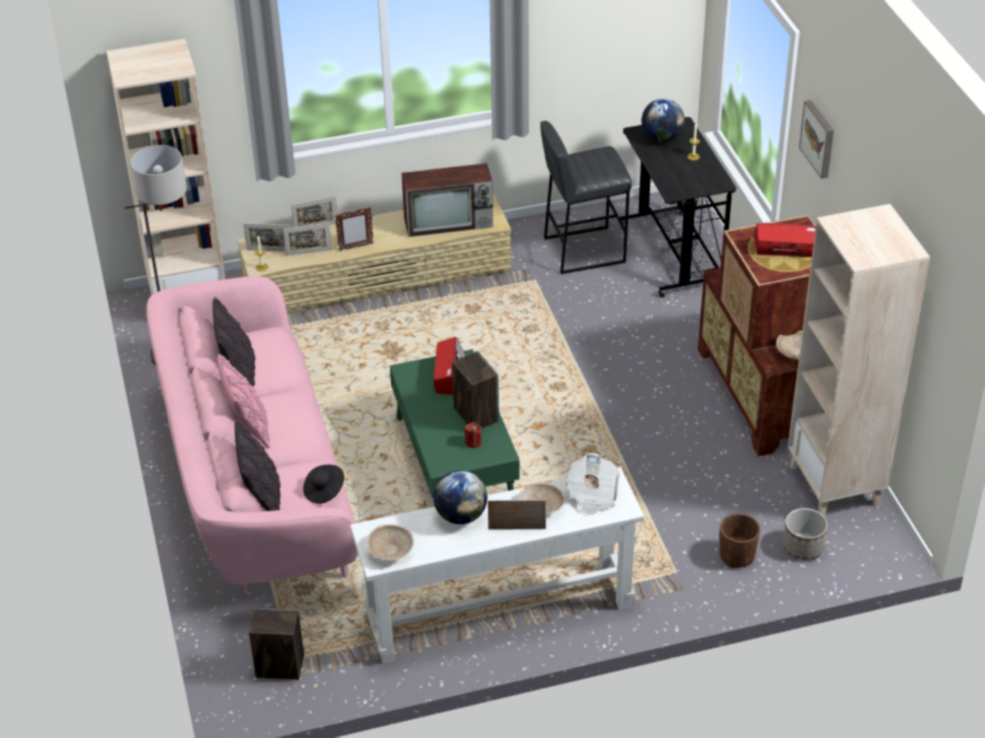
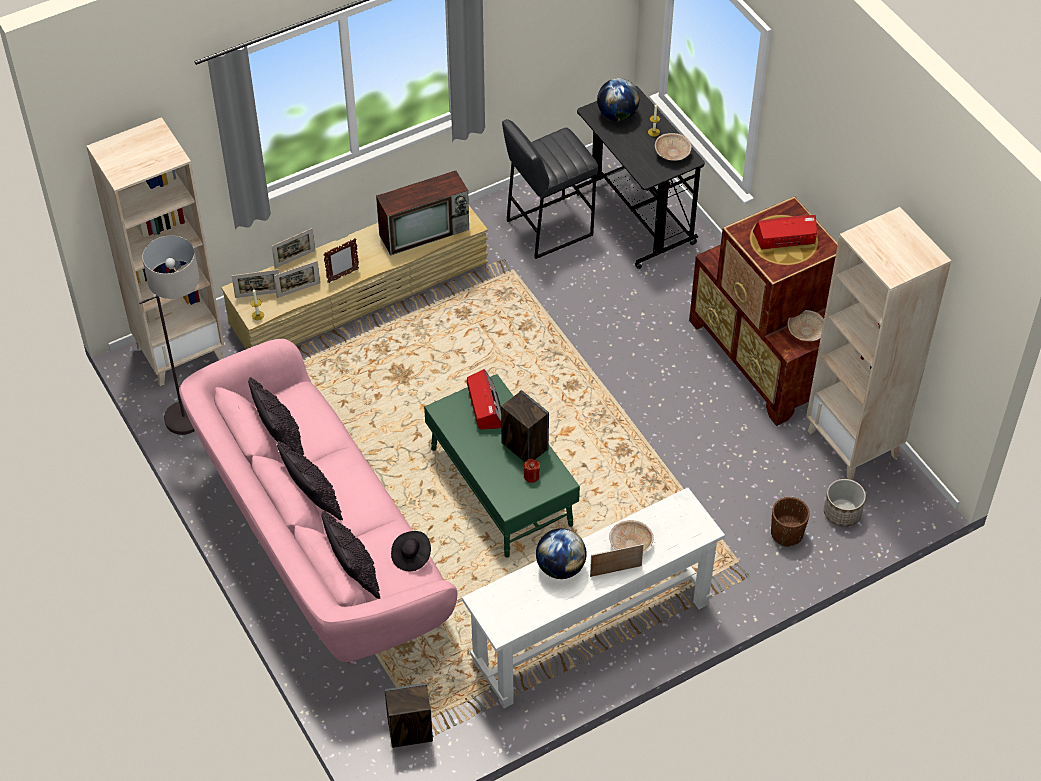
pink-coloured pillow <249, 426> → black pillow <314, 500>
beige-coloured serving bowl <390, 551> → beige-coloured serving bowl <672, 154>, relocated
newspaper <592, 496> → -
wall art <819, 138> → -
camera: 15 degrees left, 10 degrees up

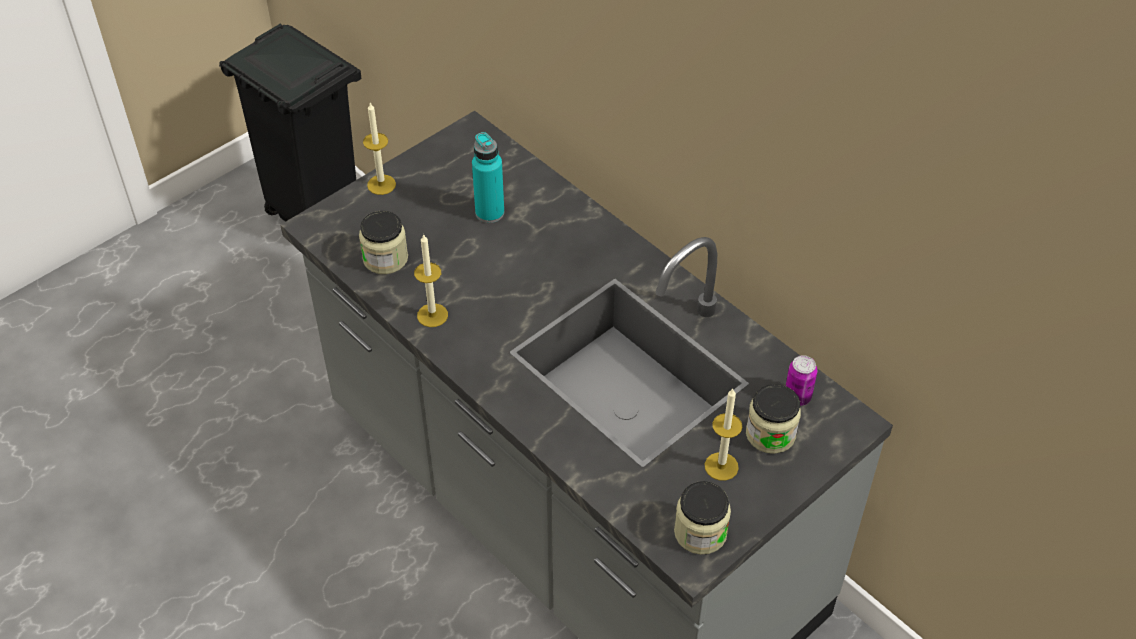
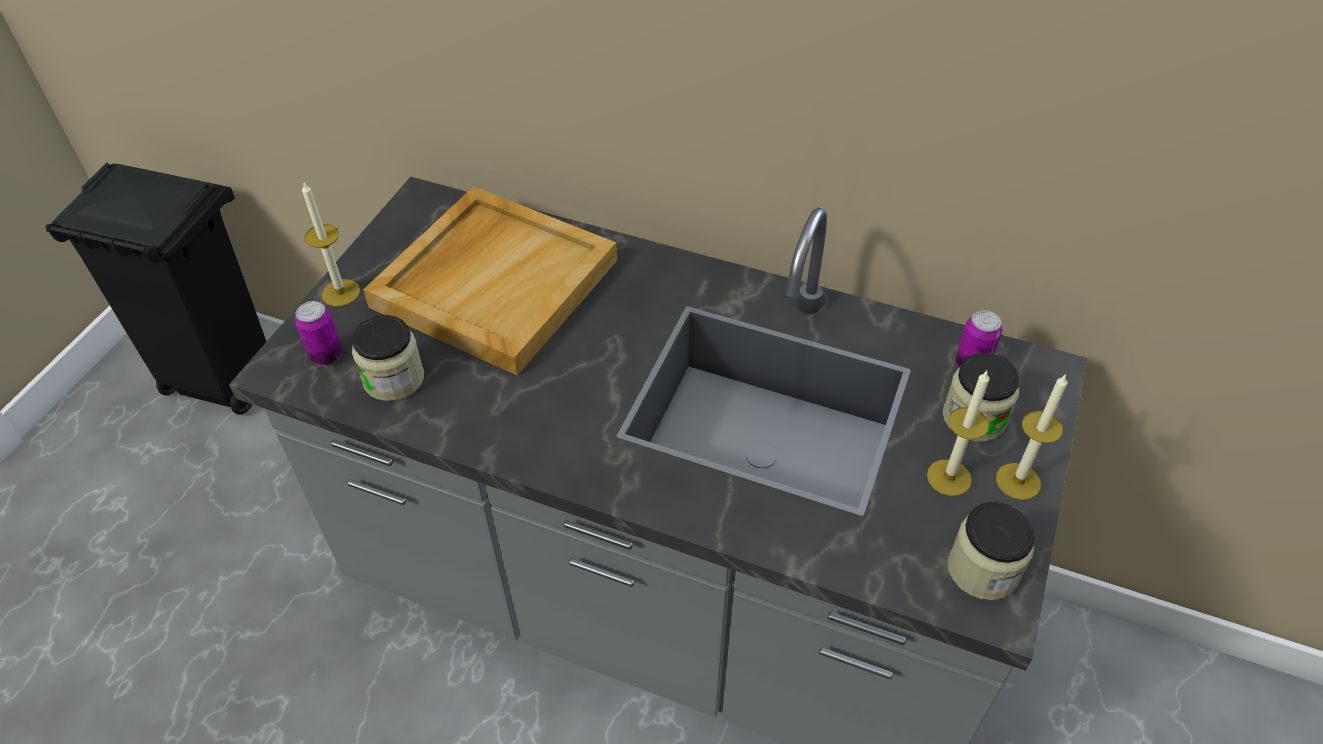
- → metal can <326, 355>
turquoise drink bottle <489, 213> → beige-coloured carrying tray <495, 282>
wax candle <432, 315> → wax candle <1018, 481>, relocated
camera: 25 degrees left, 0 degrees up

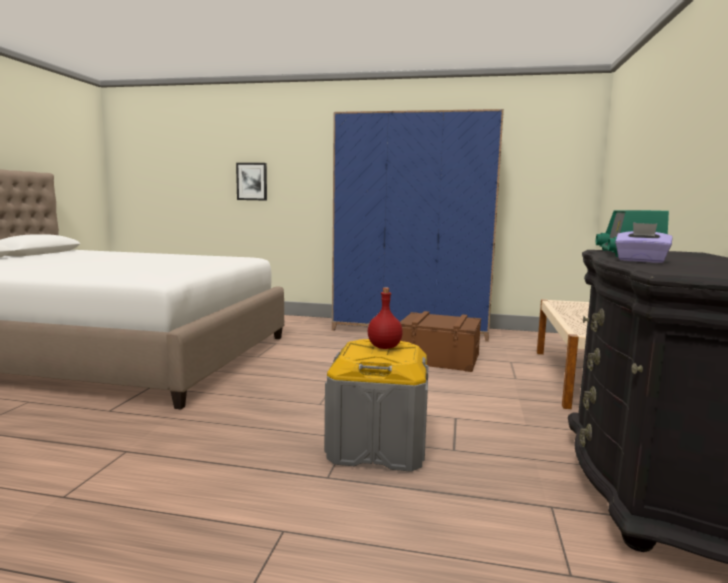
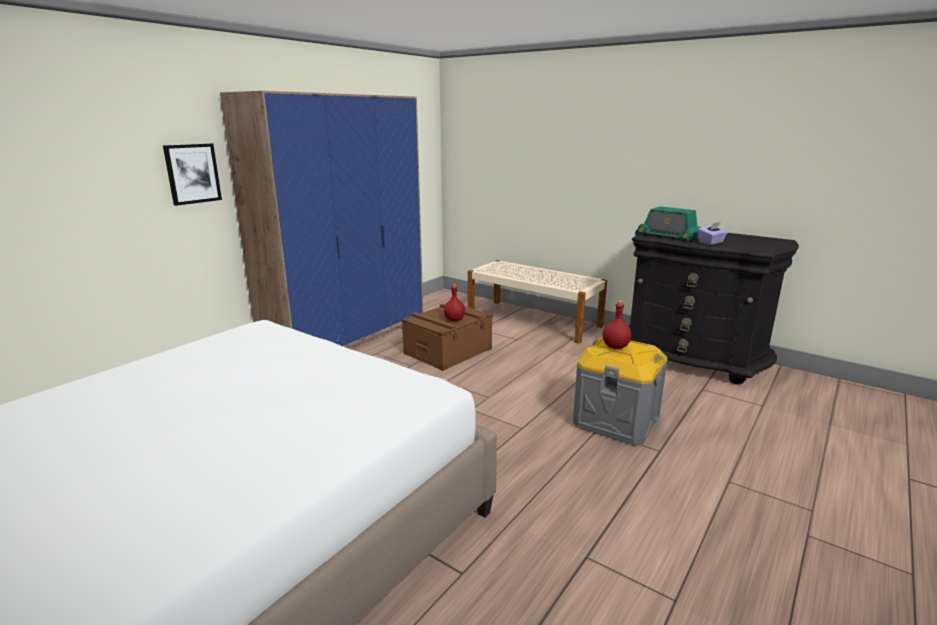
wall art <252, 181> → wall art <192, 173>, relocated
- → reddish drink bottle <454, 319>
camera: 65 degrees left, 10 degrees up

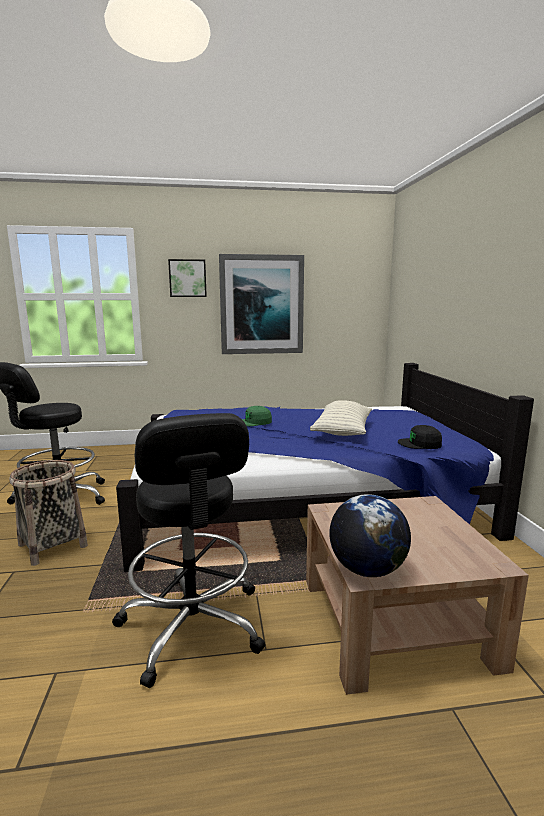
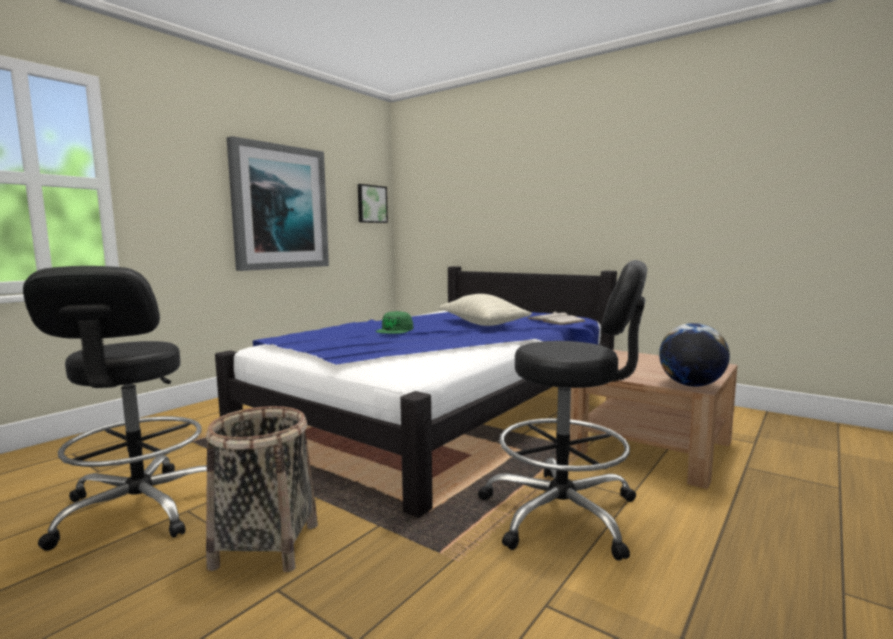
wall art <187, 278> → wall art <371, 204>, relocated
black baseball cap <420, 444> → white-coloured volume <556, 320>
camera: 45 degrees left, 5 degrees down

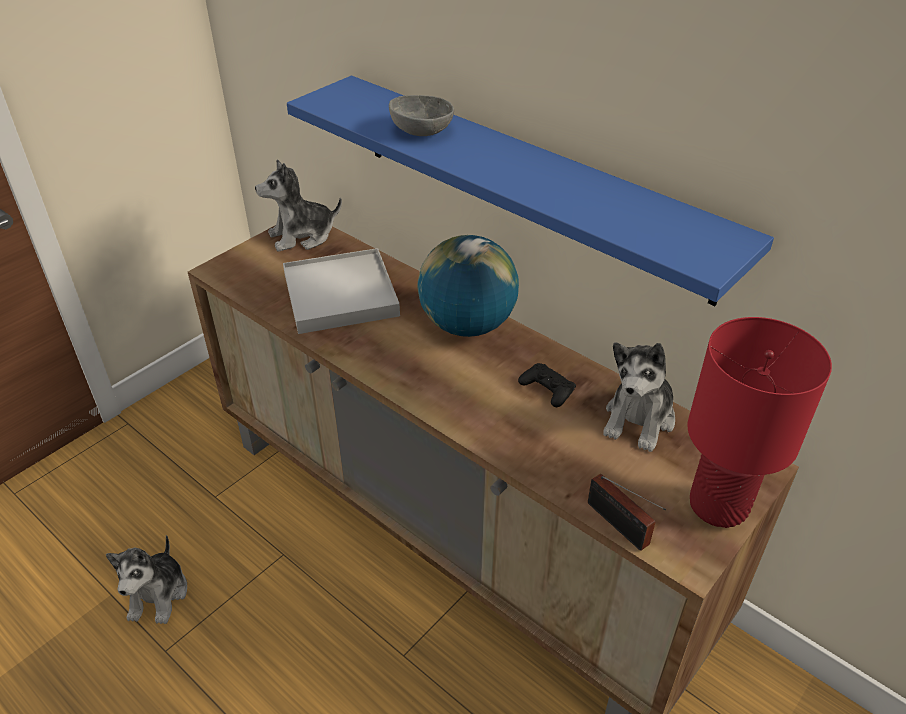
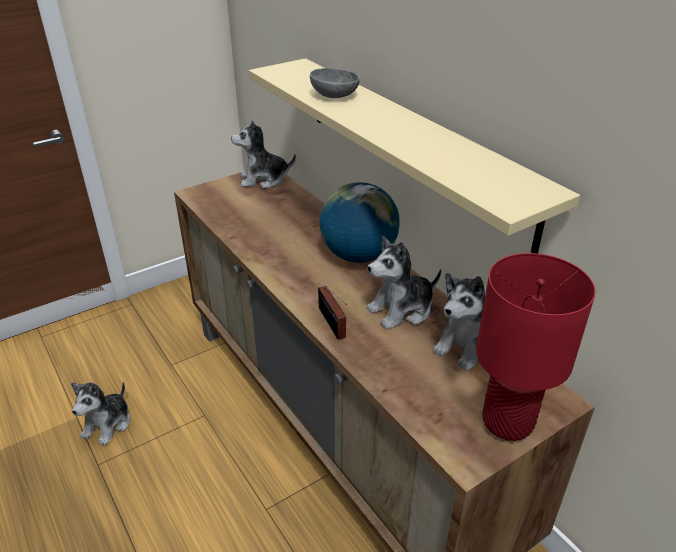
blue bracket shelf <527, 183> → beige-coloured bracket shelf <411, 144>
radio set <620, 527> → radio set <332, 324>, relocated
black joypad <547, 389> → cuddly toy <401, 310>
white-coloured carrying tray <341, 295> → -
camera: 15 degrees right, 5 degrees down

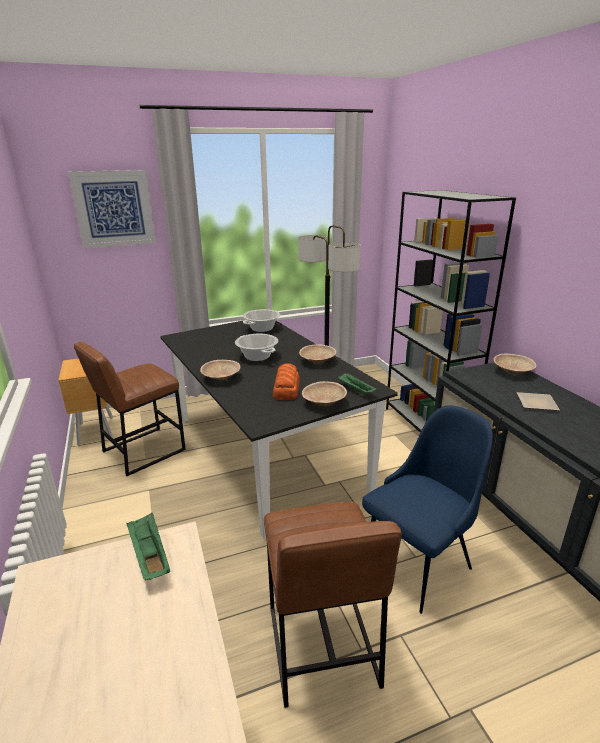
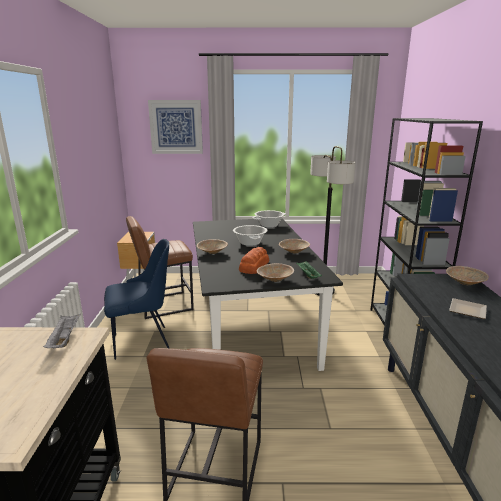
greenish carrying tray <149, 556> → grey carrying tray <64, 339>
blue chair <418, 566> → blue chair <142, 342>, relocated
camera: 20 degrees right, 5 degrees down

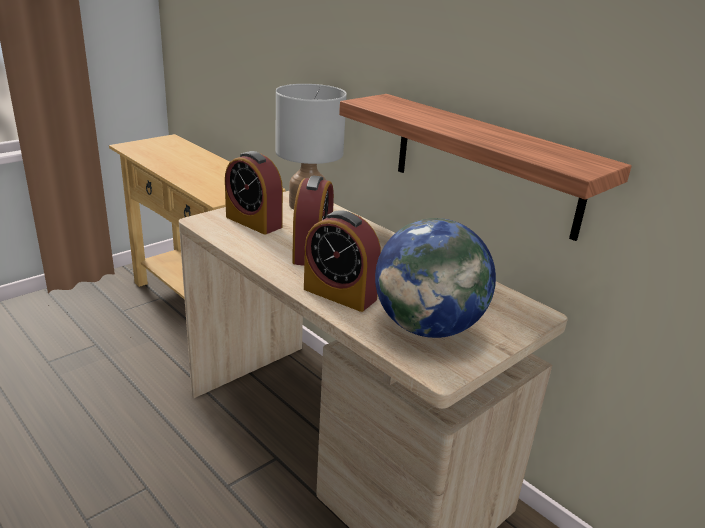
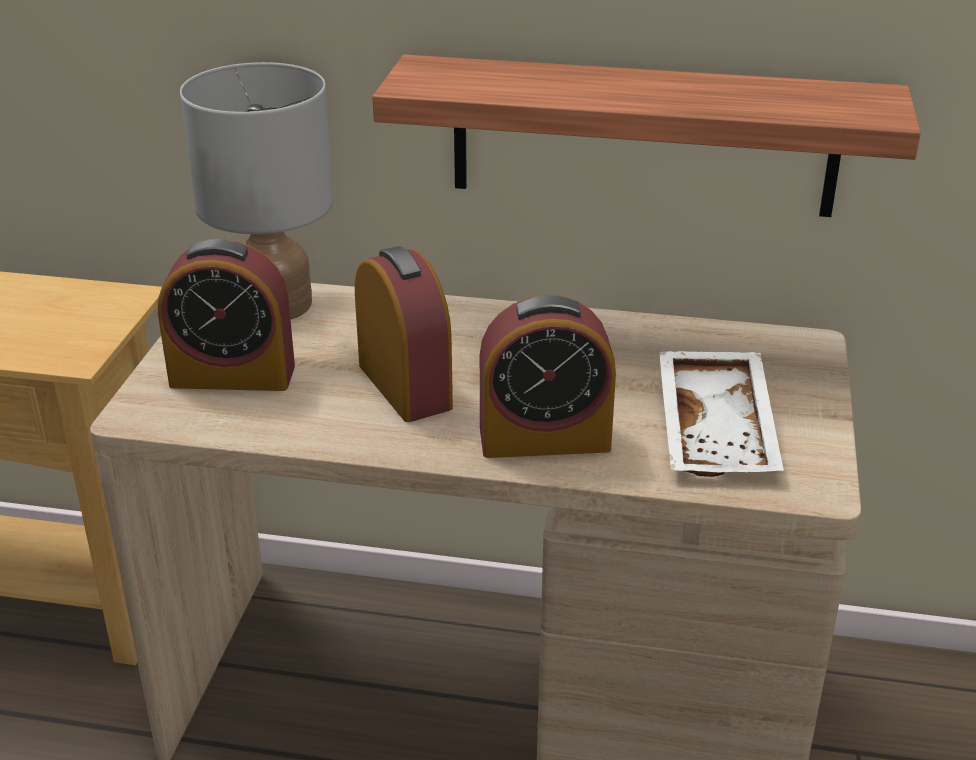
globe <428, 327> → white-coloured carrying tray <719, 431>
camera: 35 degrees left, 5 degrees up

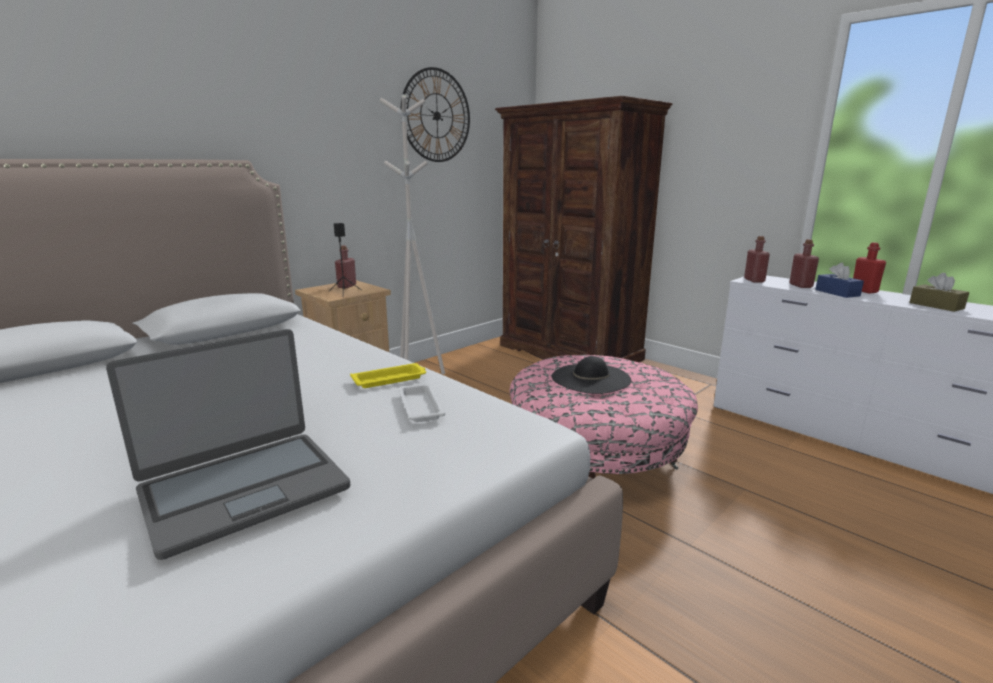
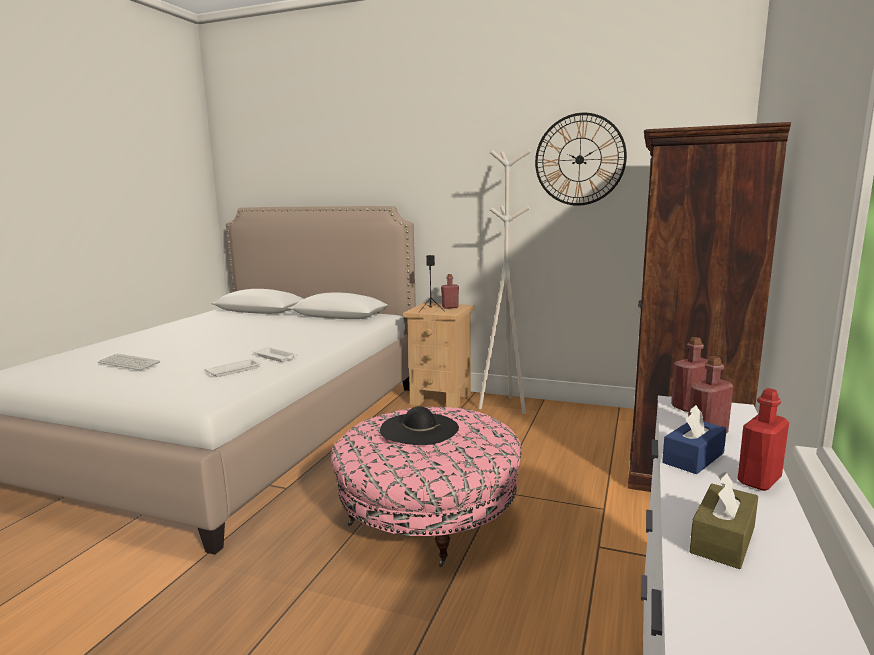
laptop <244, 489> → keyboard <128, 363>
yellow-coloured carrying tray <390, 379> → white-coloured carrying tray <276, 357>
camera: 65 degrees right, 5 degrees down

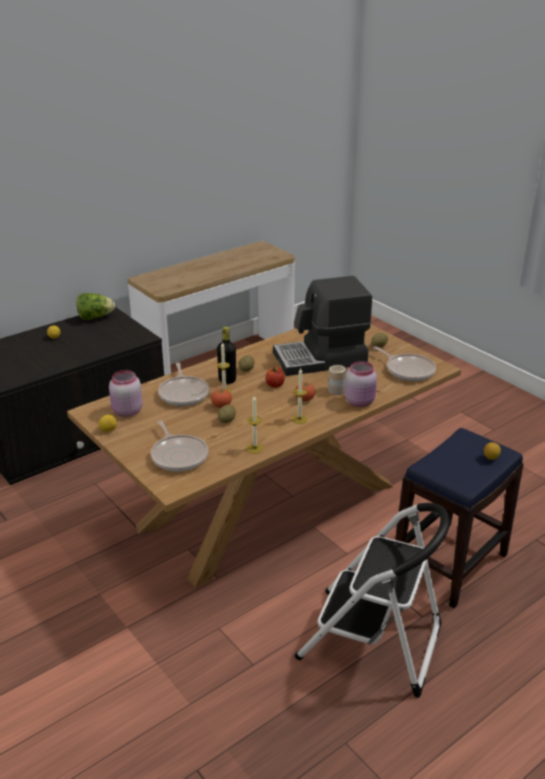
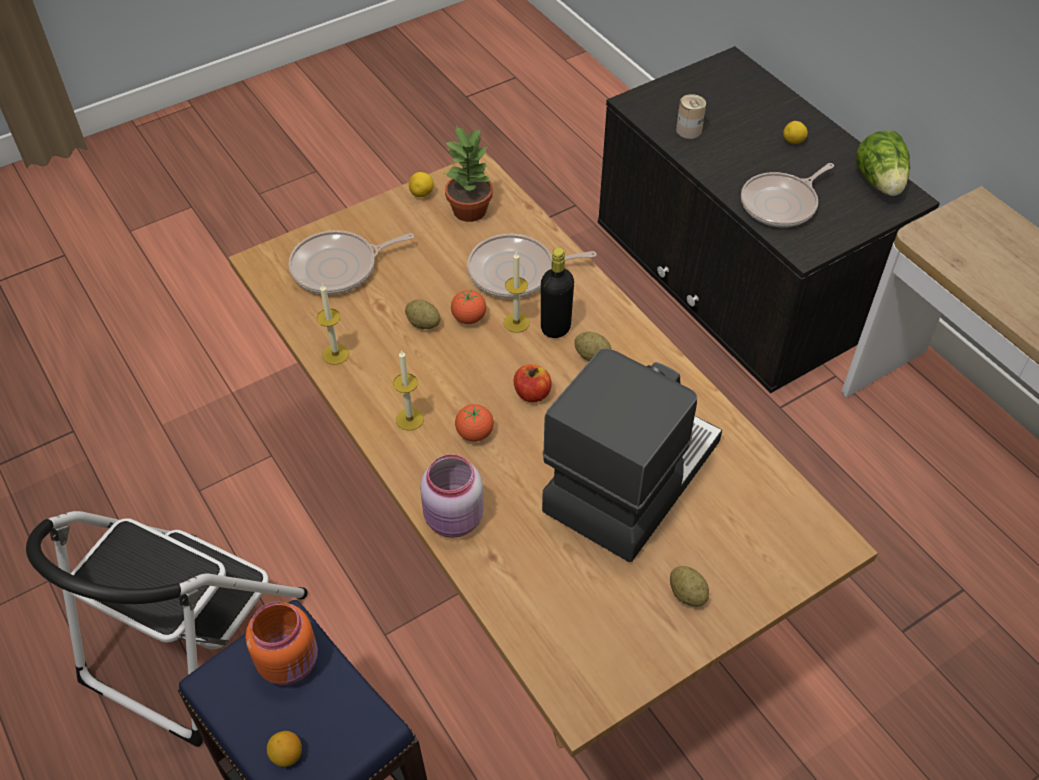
- → orangey storage jar <290, 661>
pink-coloured storage jar <126, 411> → potted plant <470, 209>
coffee maker <321, 359> → coffee maker <629, 476>, 45 degrees clockwise
metal can <336, 390> → metal can <688, 130>, relocated
frying pan <408, 370> → frying pan <781, 204>, relocated
camera: 95 degrees right, 20 degrees up

